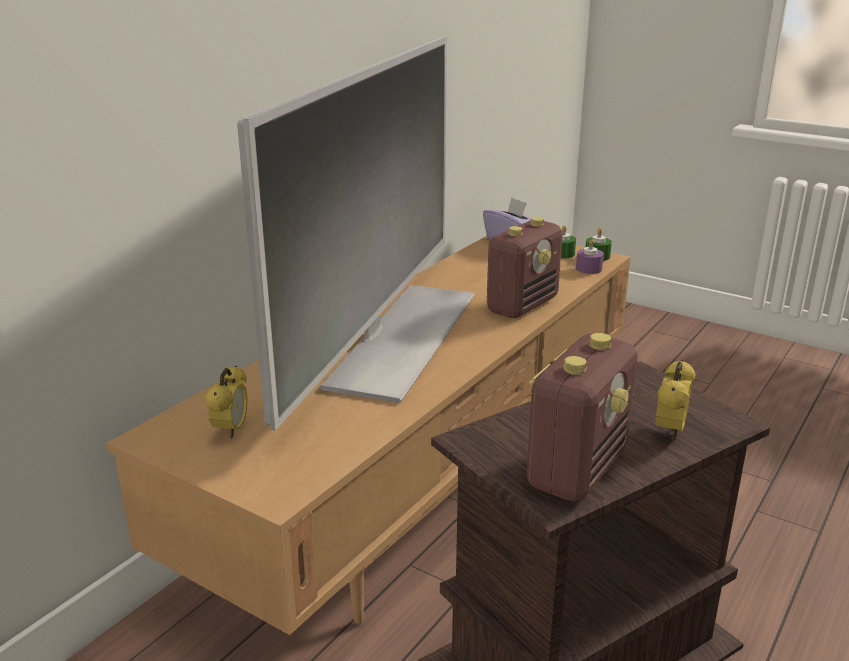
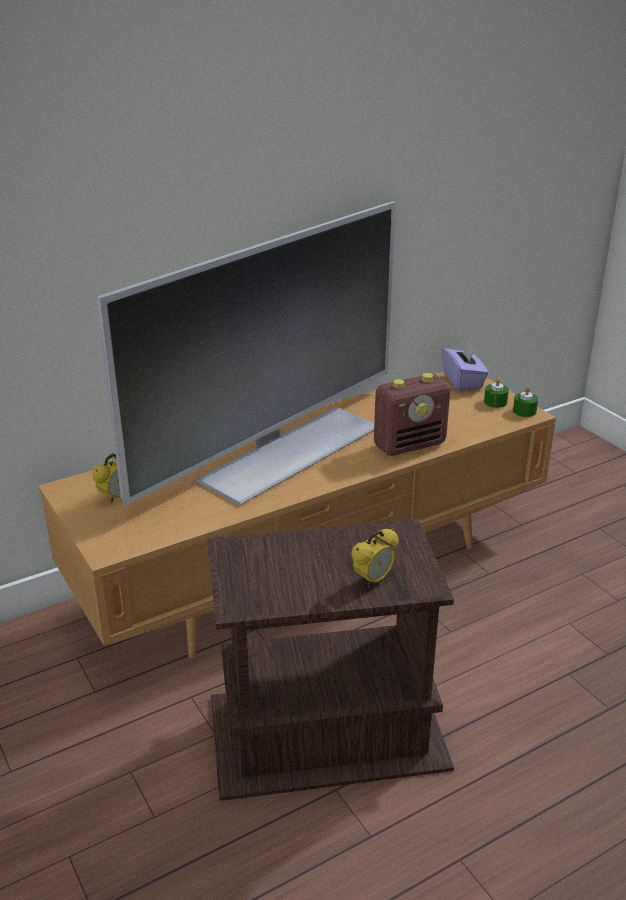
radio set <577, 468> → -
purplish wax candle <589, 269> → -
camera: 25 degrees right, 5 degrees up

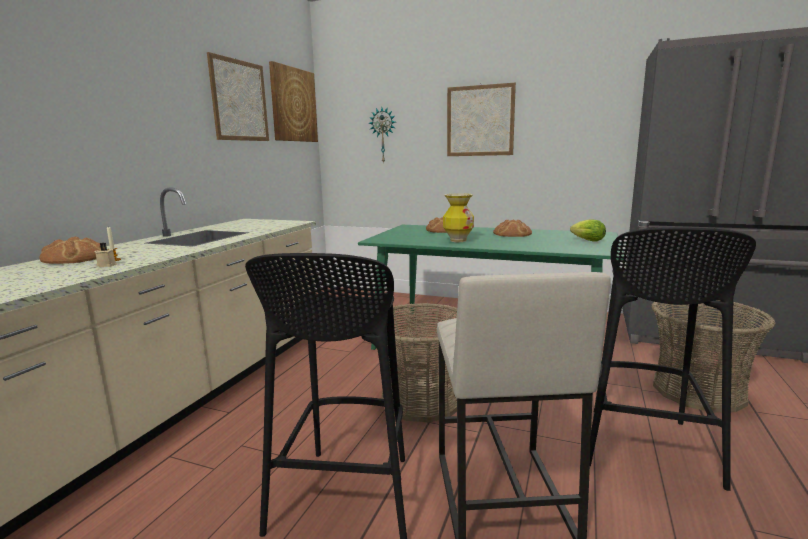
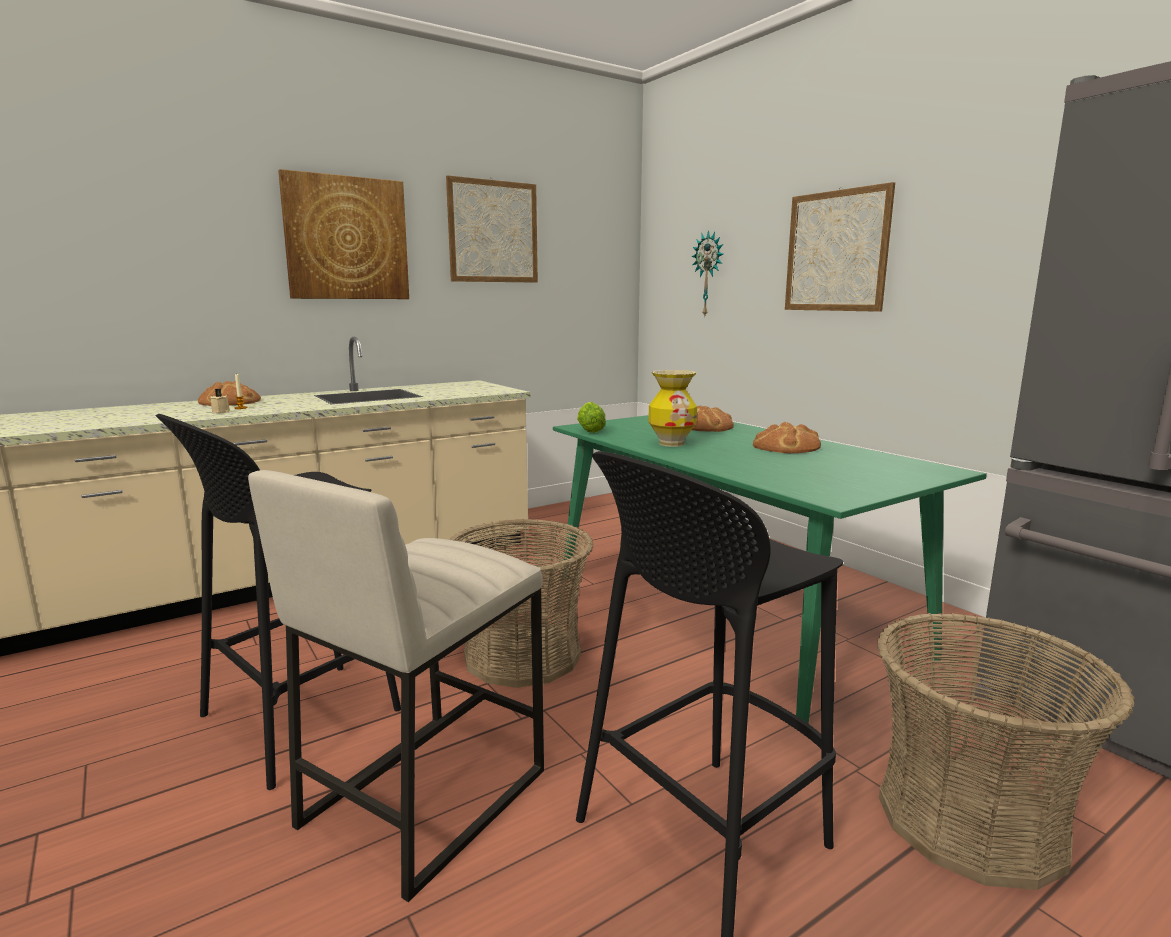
wall art <293, 105> → wall art <346, 239>, relocated
lettuce head <586, 240> → lettuce head <589, 430>, relocated
camera: 35 degrees right, 0 degrees up

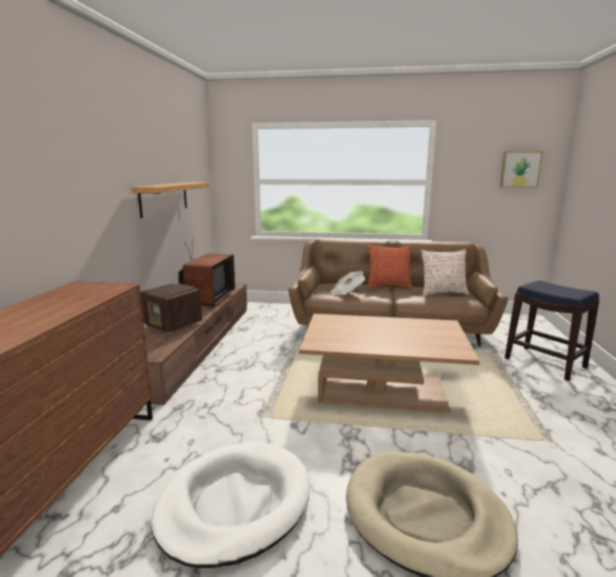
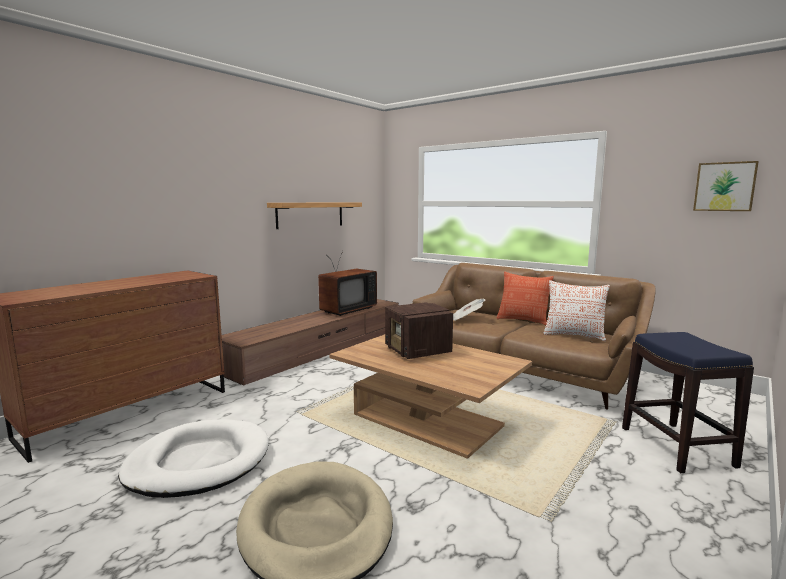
radio set <173, 325> → radio set <417, 352>, relocated
camera: 30 degrees right, 5 degrees down

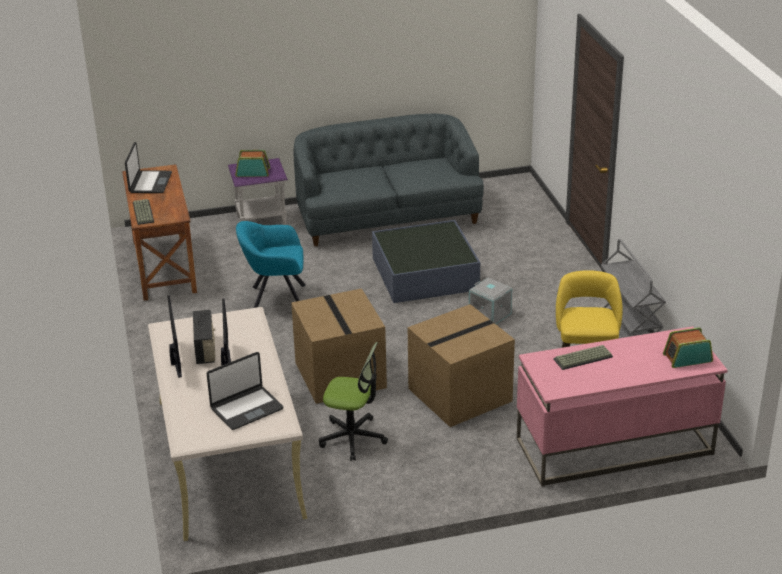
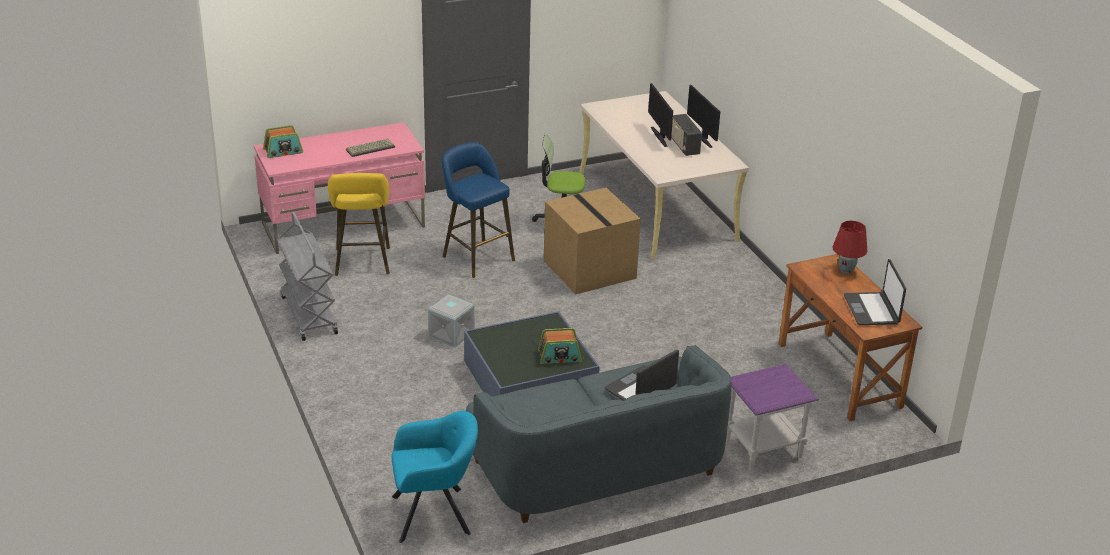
turquoise armchair <275, 300> → turquoise armchair <435, 514>, relocated
cardboard box <459, 396> → blue stool seat <476, 257>
radio set <253, 172> → radio set <559, 356>, relocated
laptop <246, 408> → laptop <641, 388>, relocated
keyboard <142, 212> → reddish tabletop lamp <846, 271>
camera: 170 degrees right, 0 degrees up

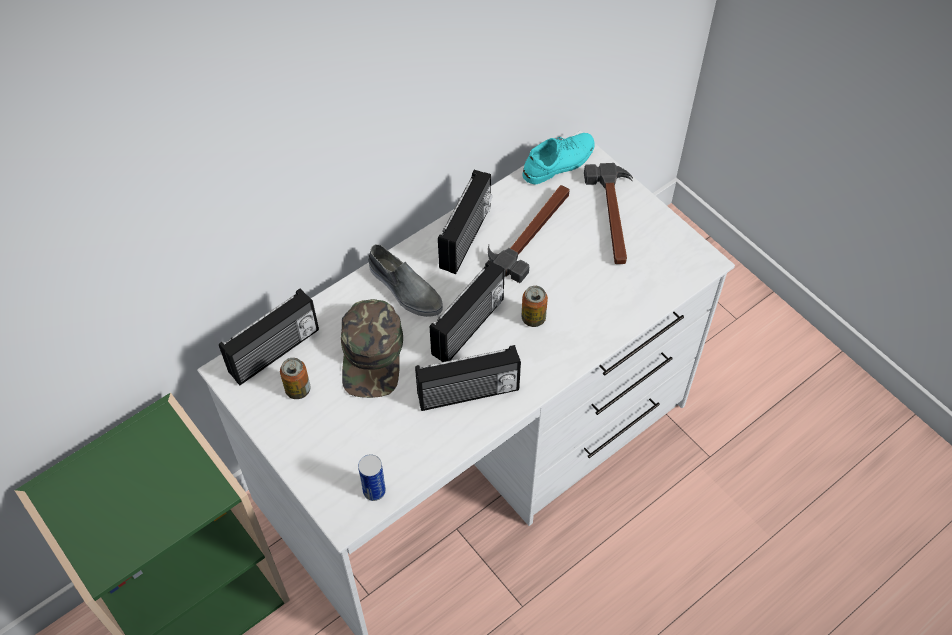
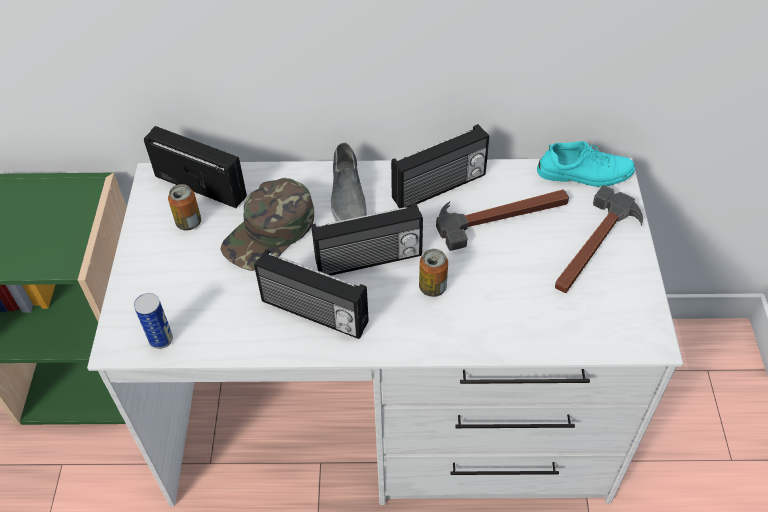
radio set <275, 352> → radio set <202, 185>, 150 degrees counterclockwise
camera: 40 degrees right, 5 degrees down

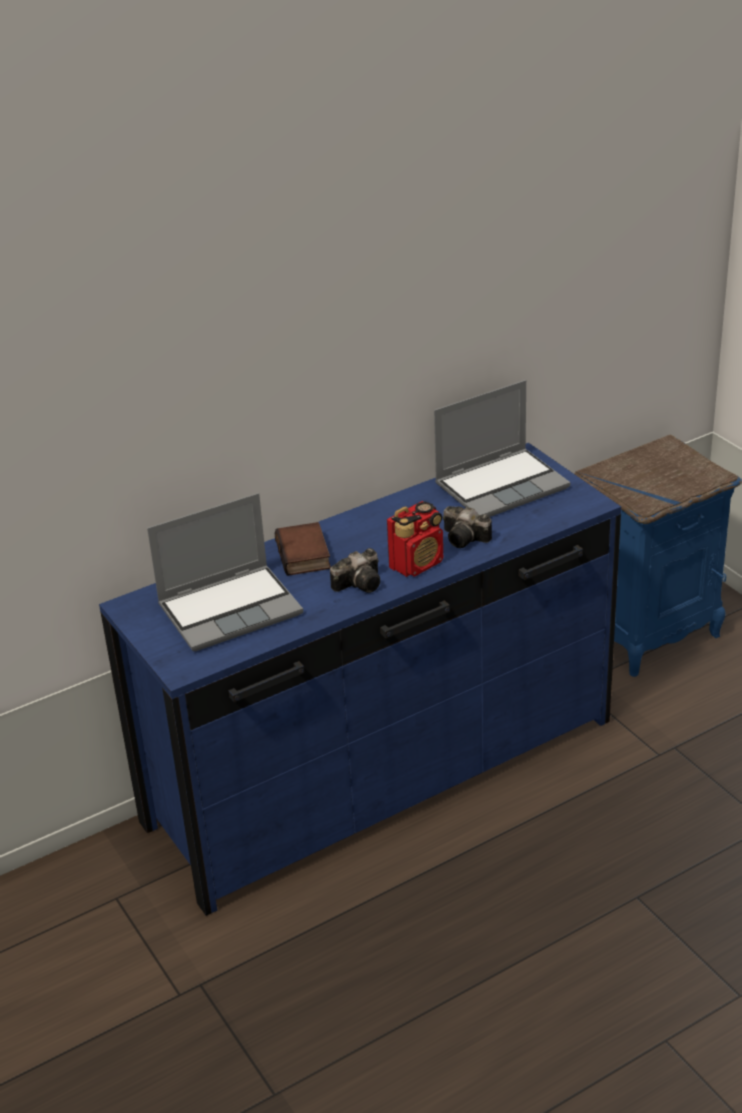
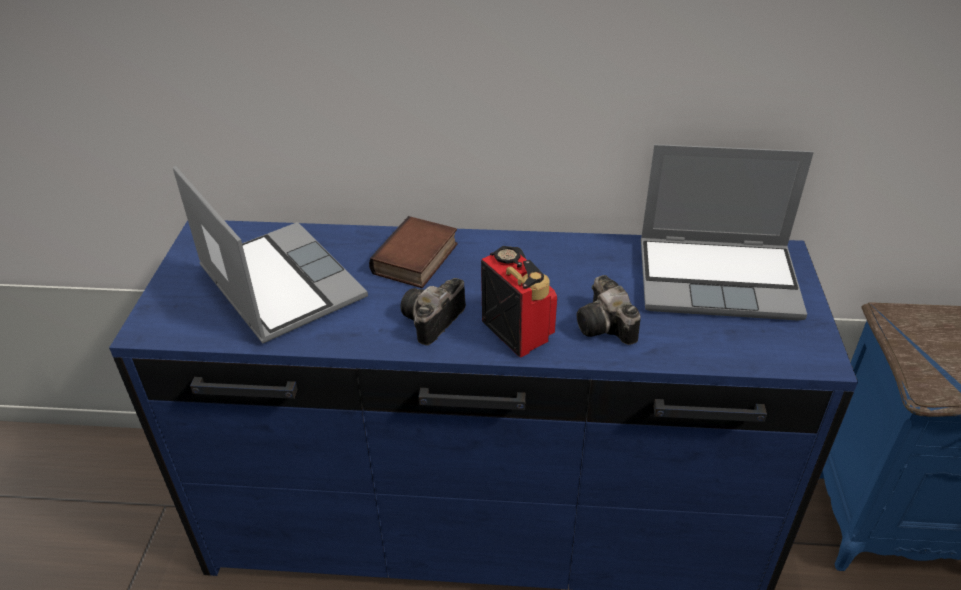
laptop <231, 609> → laptop <278, 284>, 135 degrees counterclockwise
photo camera <361, 583> → photo camera <431, 322>, 120 degrees clockwise
radio set <417, 564> → radio set <517, 330>, 120 degrees counterclockwise
camera: 35 degrees right, 5 degrees up

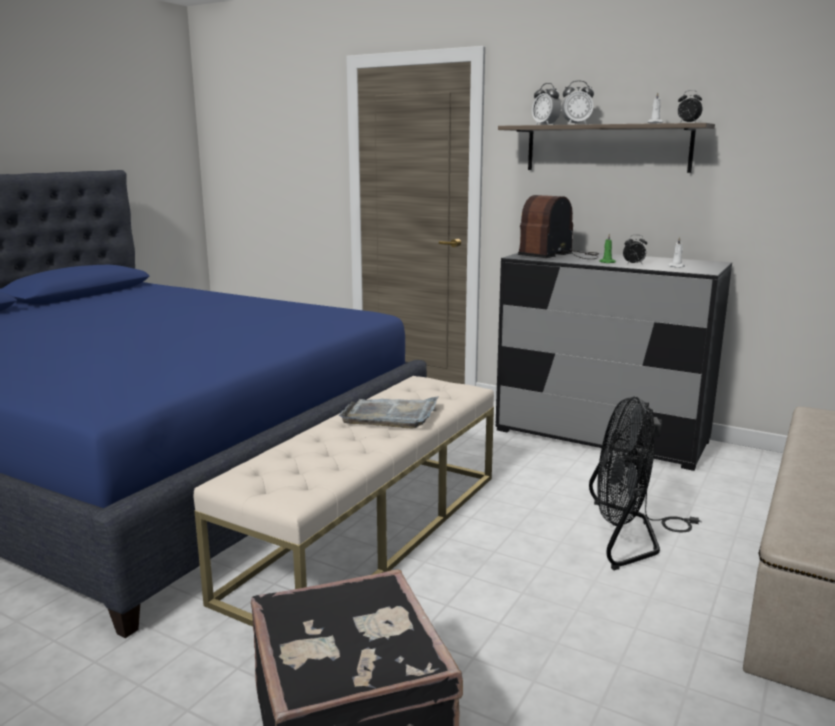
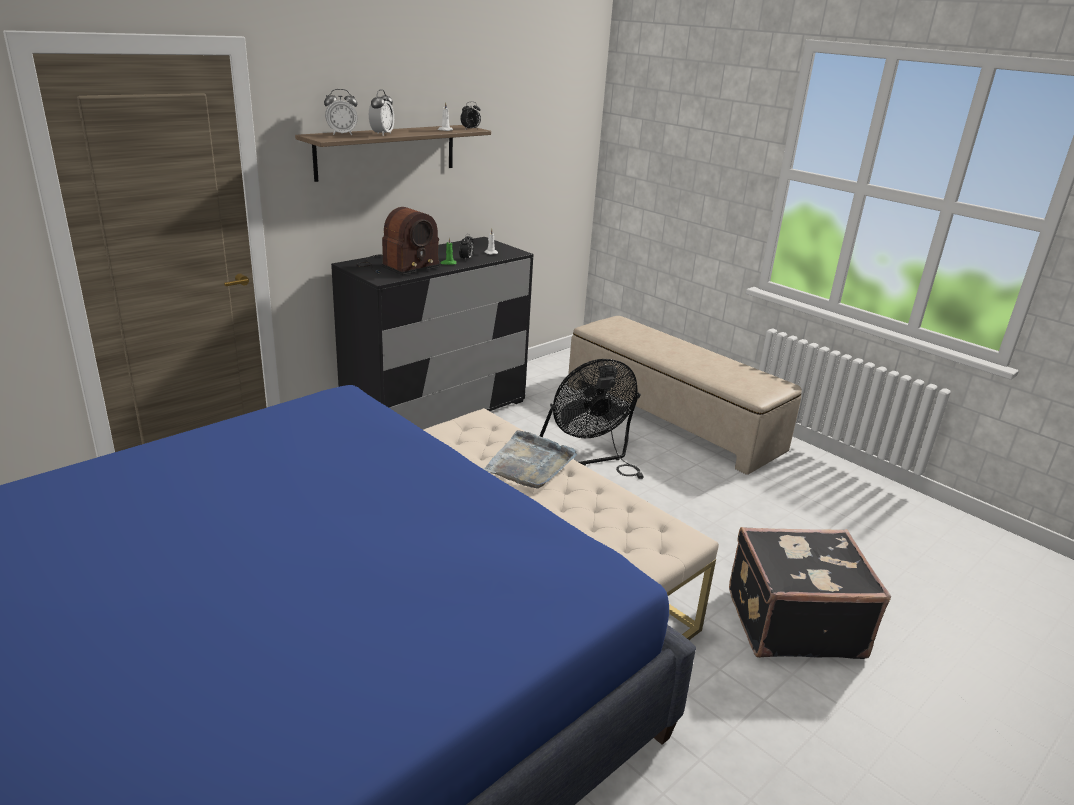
radio set <560, 256> → radio set <396, 267>, 105 degrees counterclockwise
black electric fan <631, 532> → black electric fan <597, 455>, 135 degrees clockwise
camera: 75 degrees left, 10 degrees up

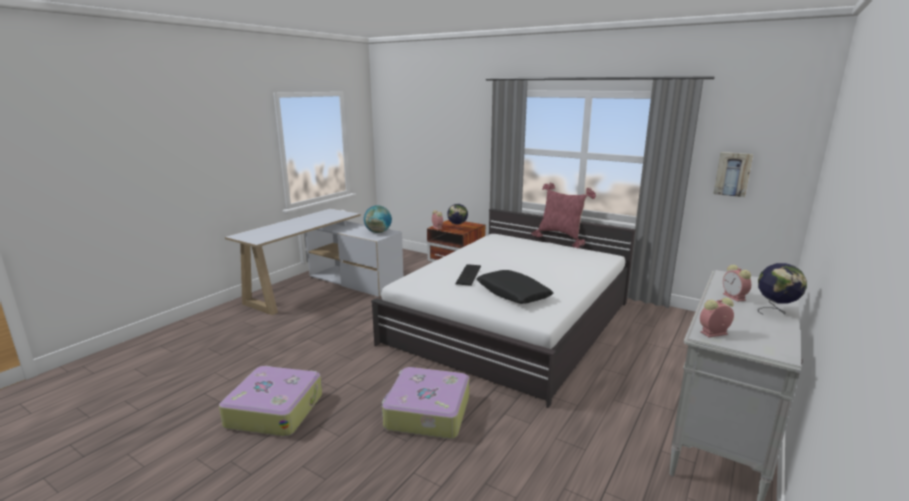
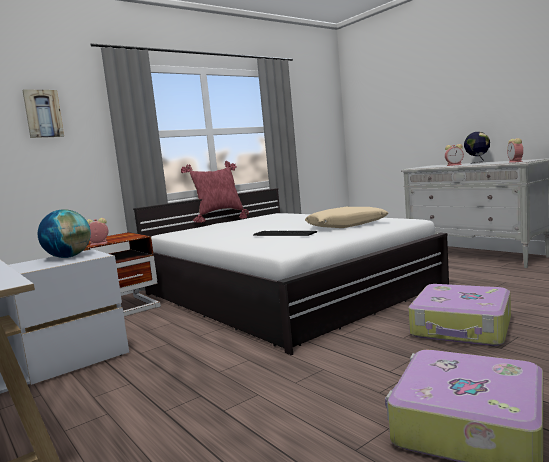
wall art <732, 174> → wall art <43, 114>, relocated
black pillow <513, 294> → beige-coloured pillow <346, 225>
globe <457, 229> → -
camera: 70 degrees left, 10 degrees down

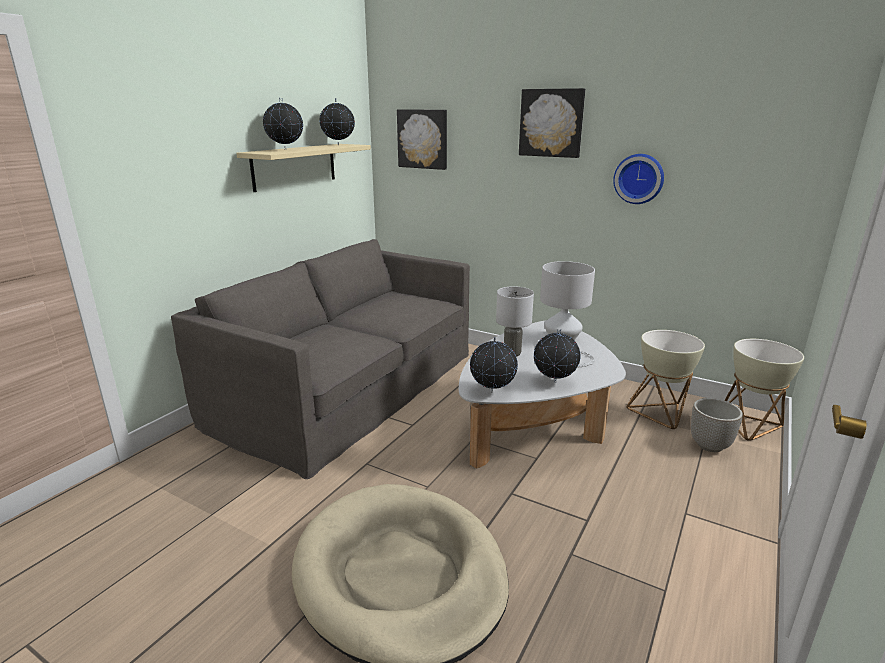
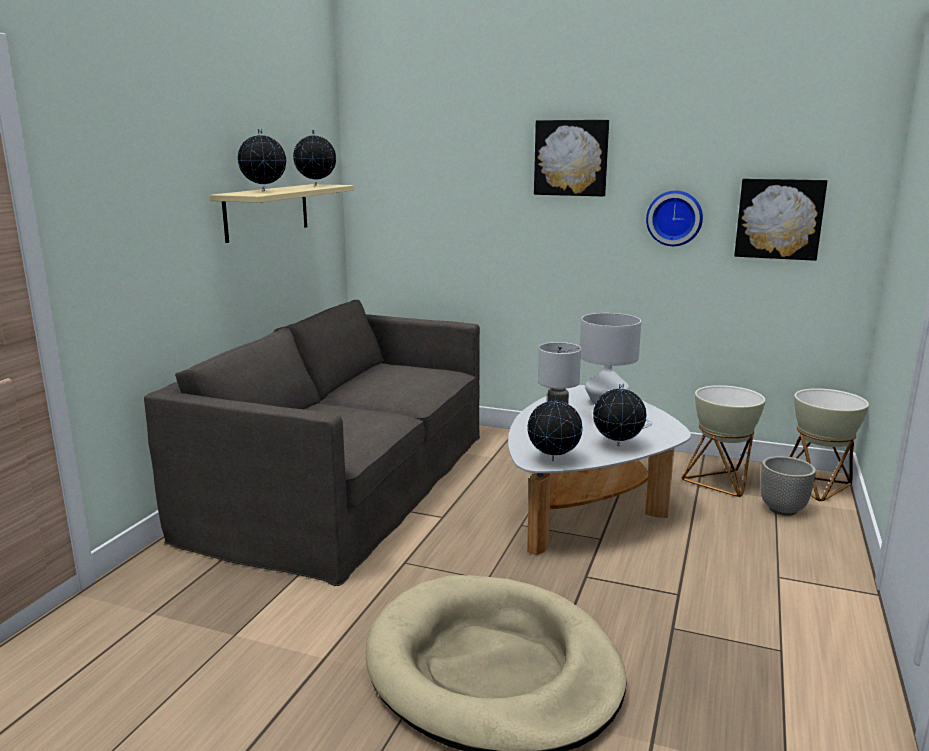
wall art <423, 139> → wall art <779, 218>, relocated
camera: 10 degrees left, 5 degrees down

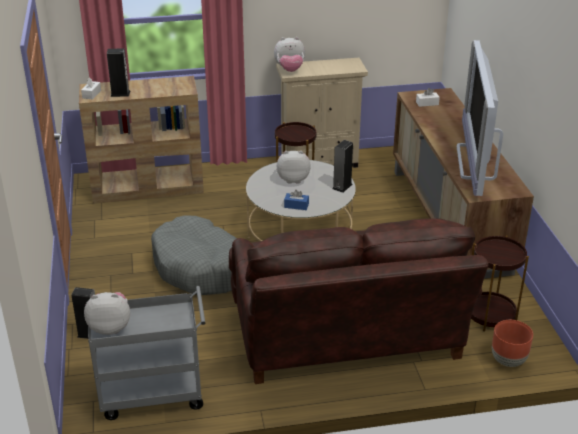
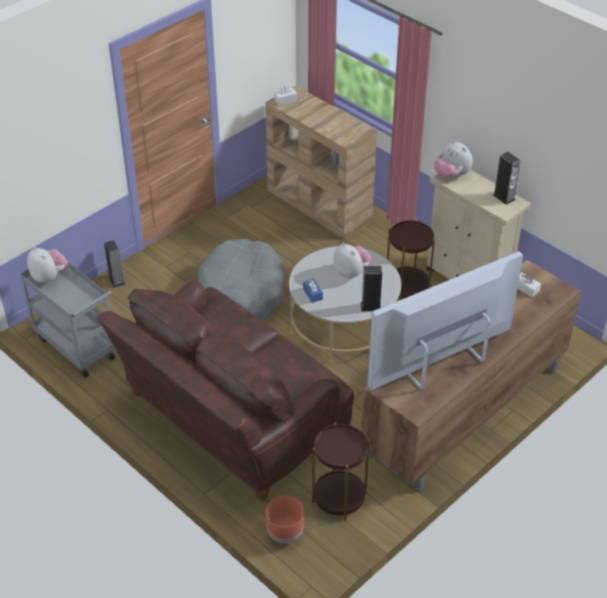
loudspeaker <120, 93> → loudspeaker <504, 197>, relocated
camera: 55 degrees right, 10 degrees up

